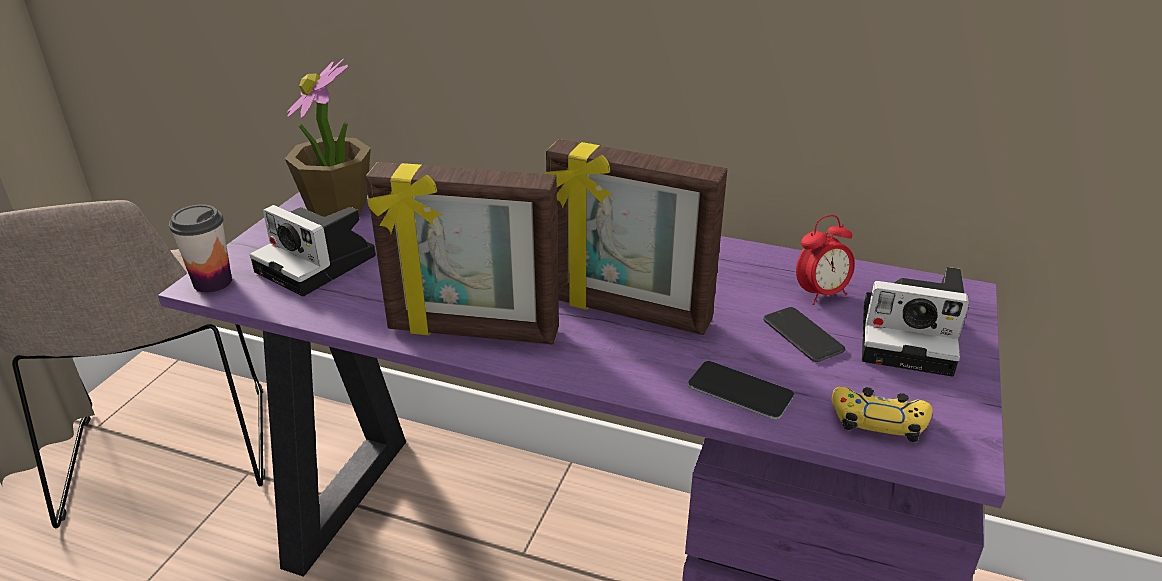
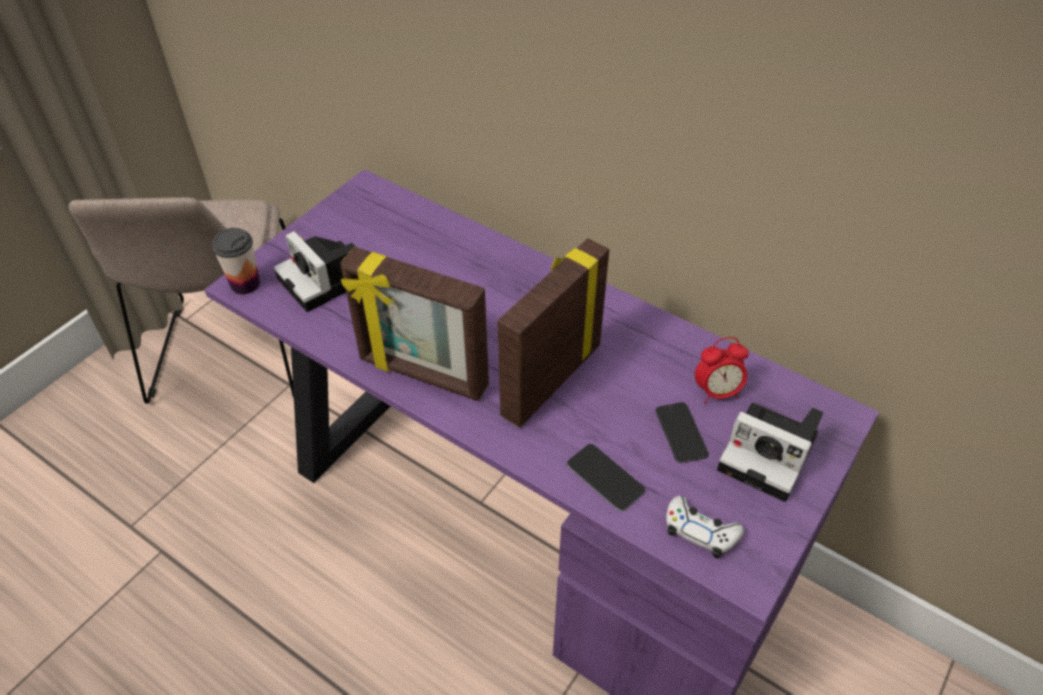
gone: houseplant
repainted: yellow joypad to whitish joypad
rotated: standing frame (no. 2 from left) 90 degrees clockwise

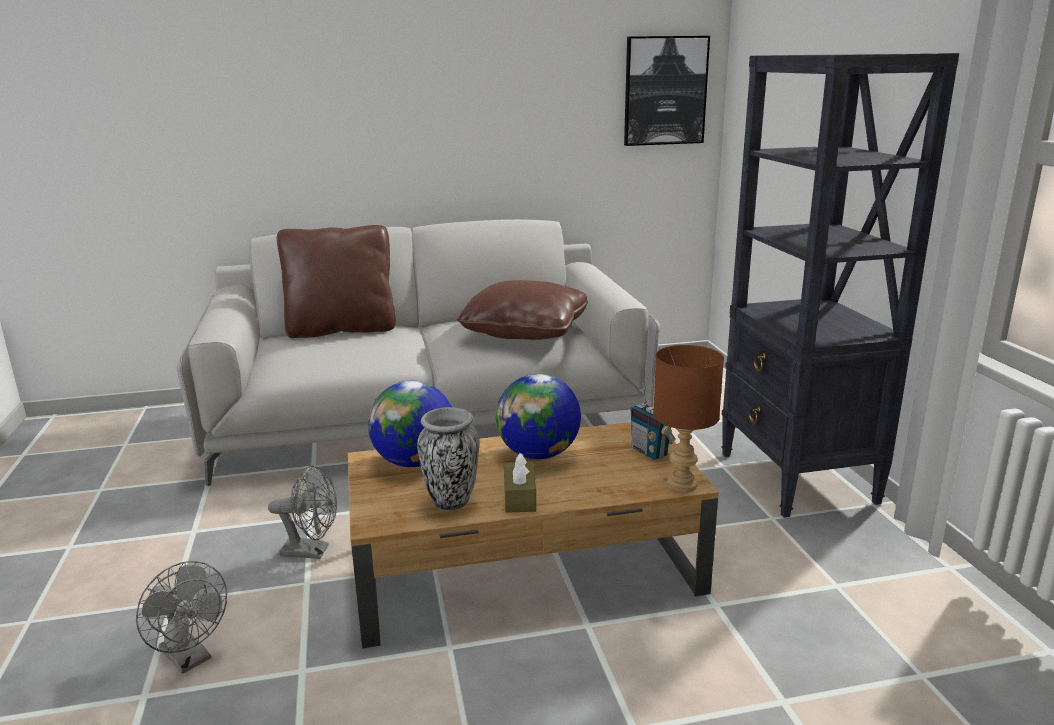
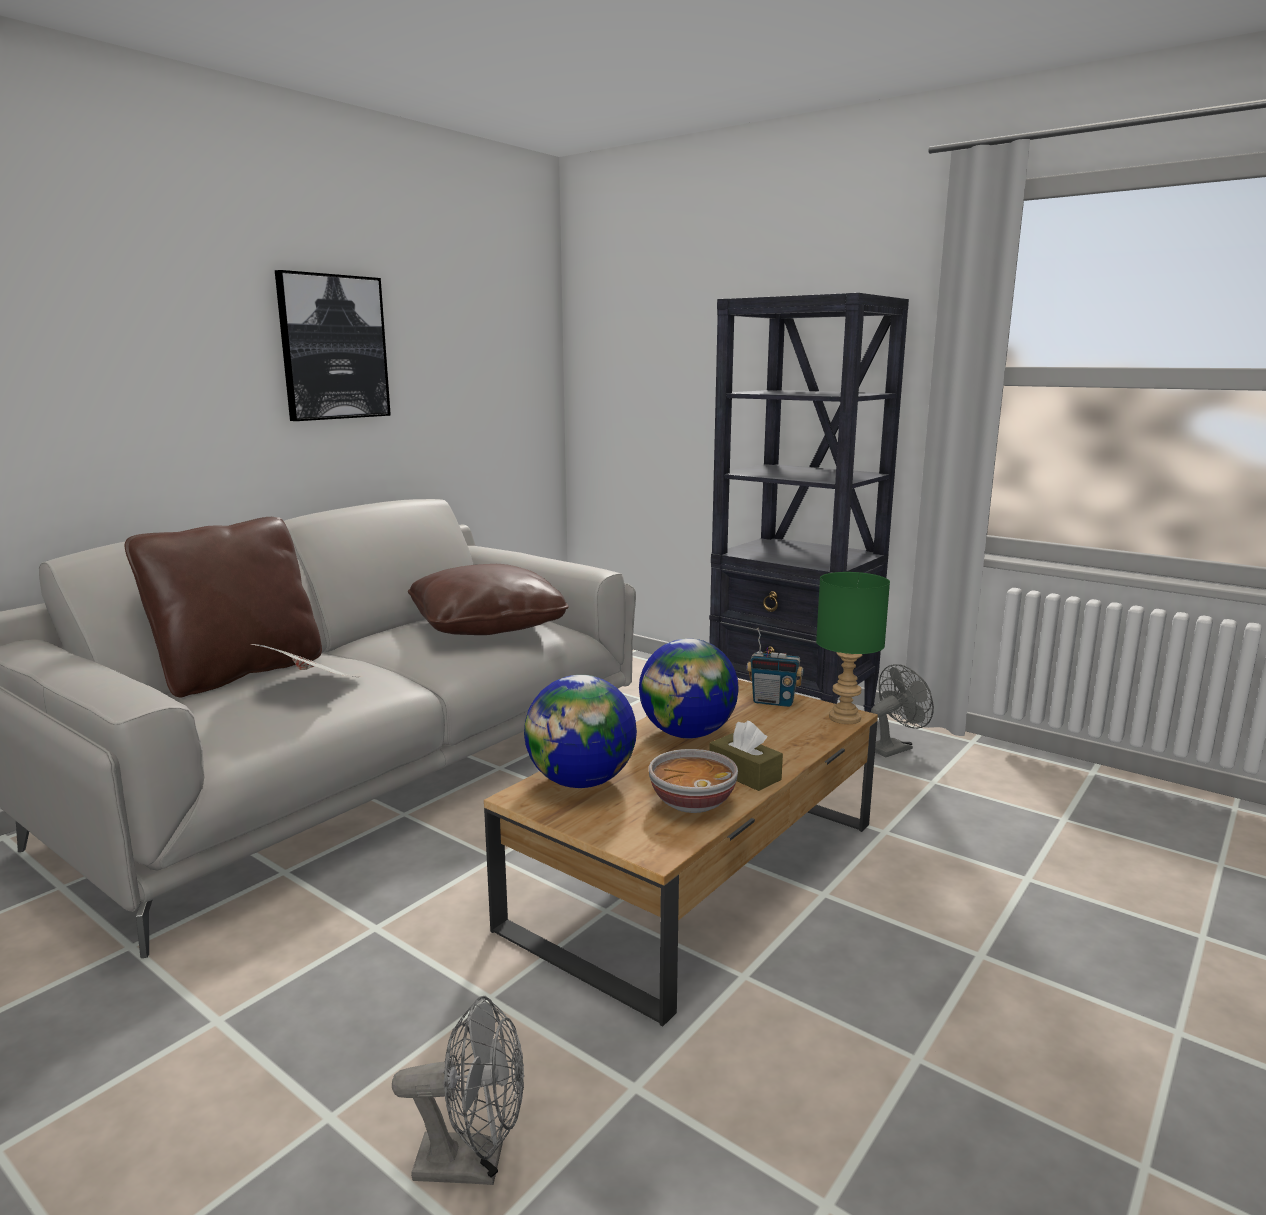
new: daily paper
shifted: wall picture; grey electric fan (no. 2 from left)
swapped: vase to serving bowl
repainted: brown lamp for a table to green lamp for a table

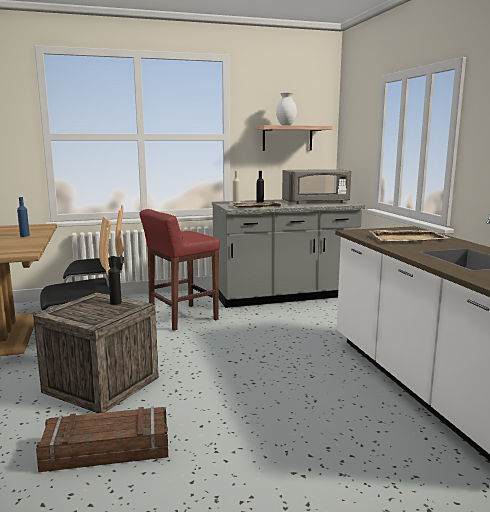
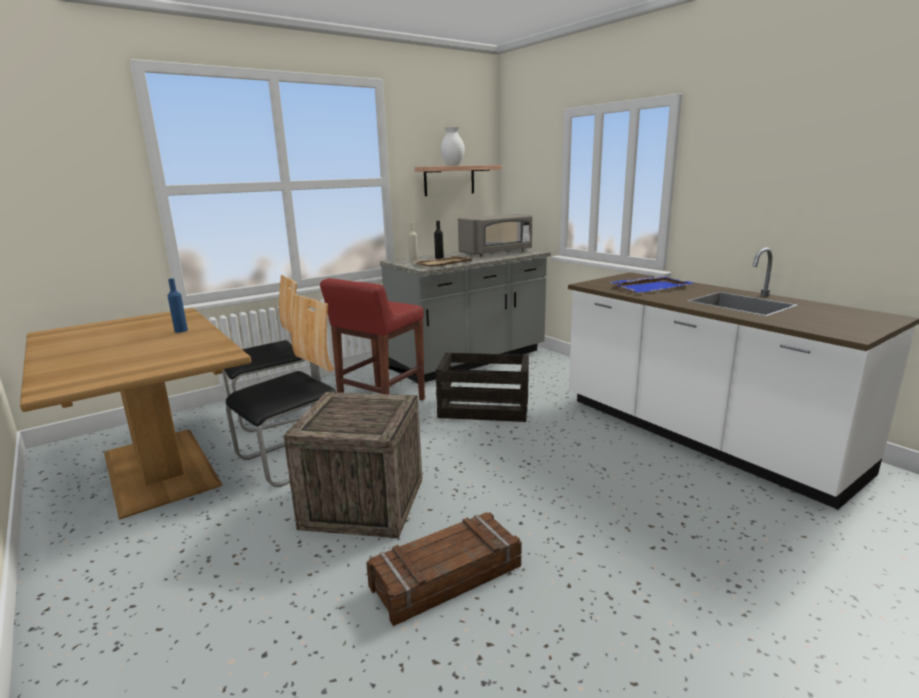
gone: blackish bottle (no. 1 from left)
new: packing crate (no. 3 from left)
repainted: sand-coloured serving tray (no. 2 from left) to blue serving tray

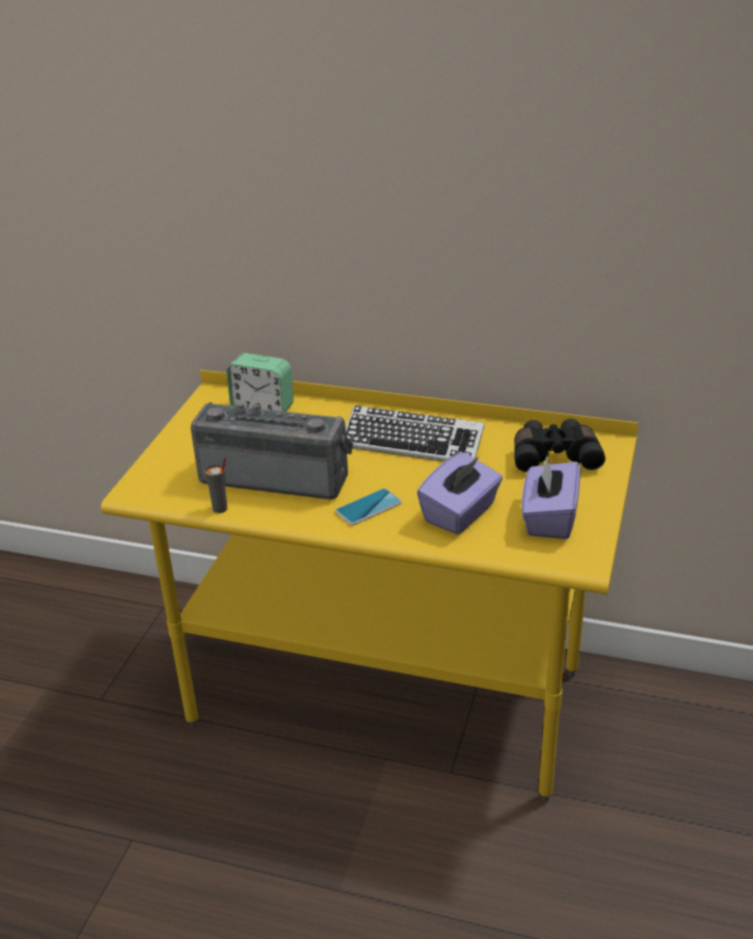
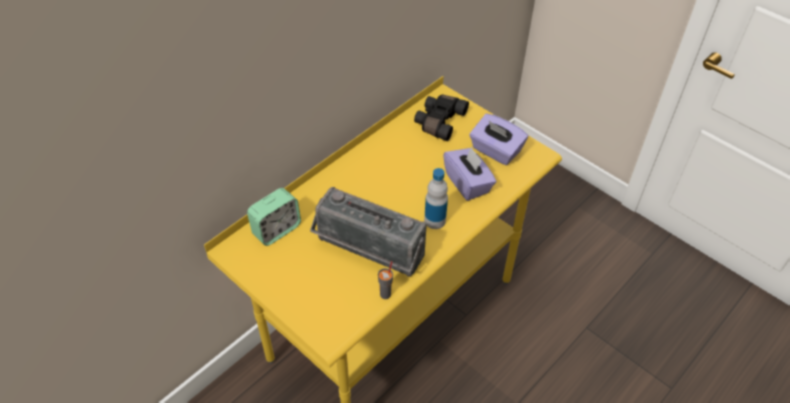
gone: computer keyboard
swapped: handset to bottle
rotated: radio 105 degrees counterclockwise

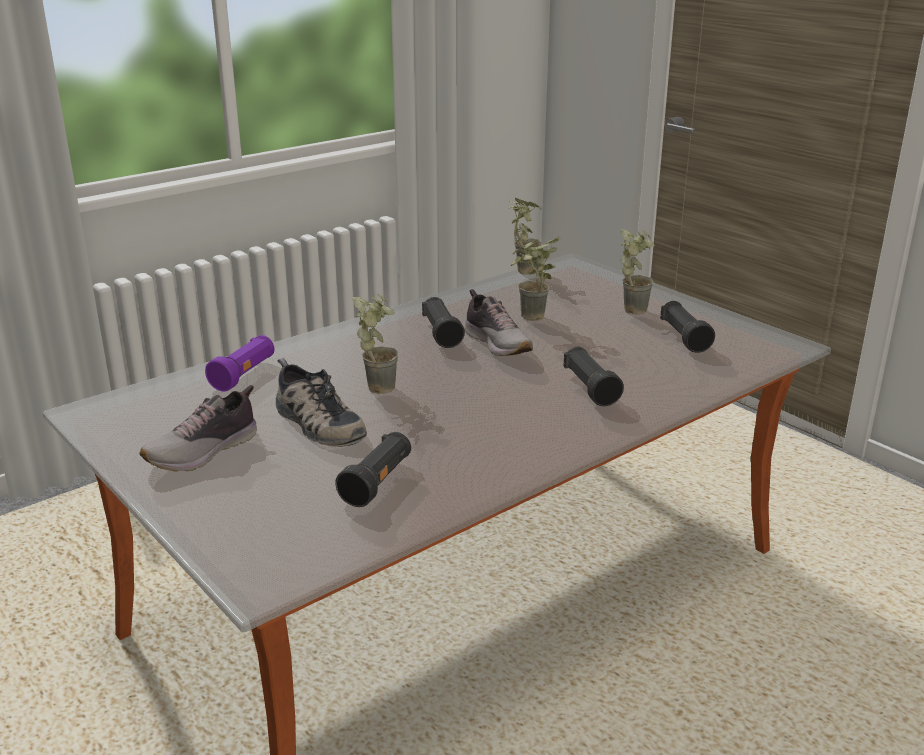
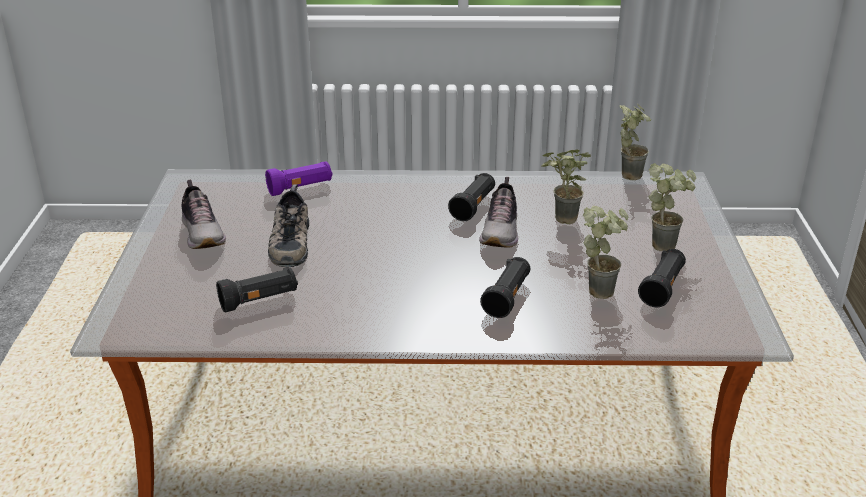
shifted: houseplant (no. 1 from left in the first image) to houseplant (no. 2 from left)
rotated: low shoe (no. 1 from left) 105 degrees counterclockwise

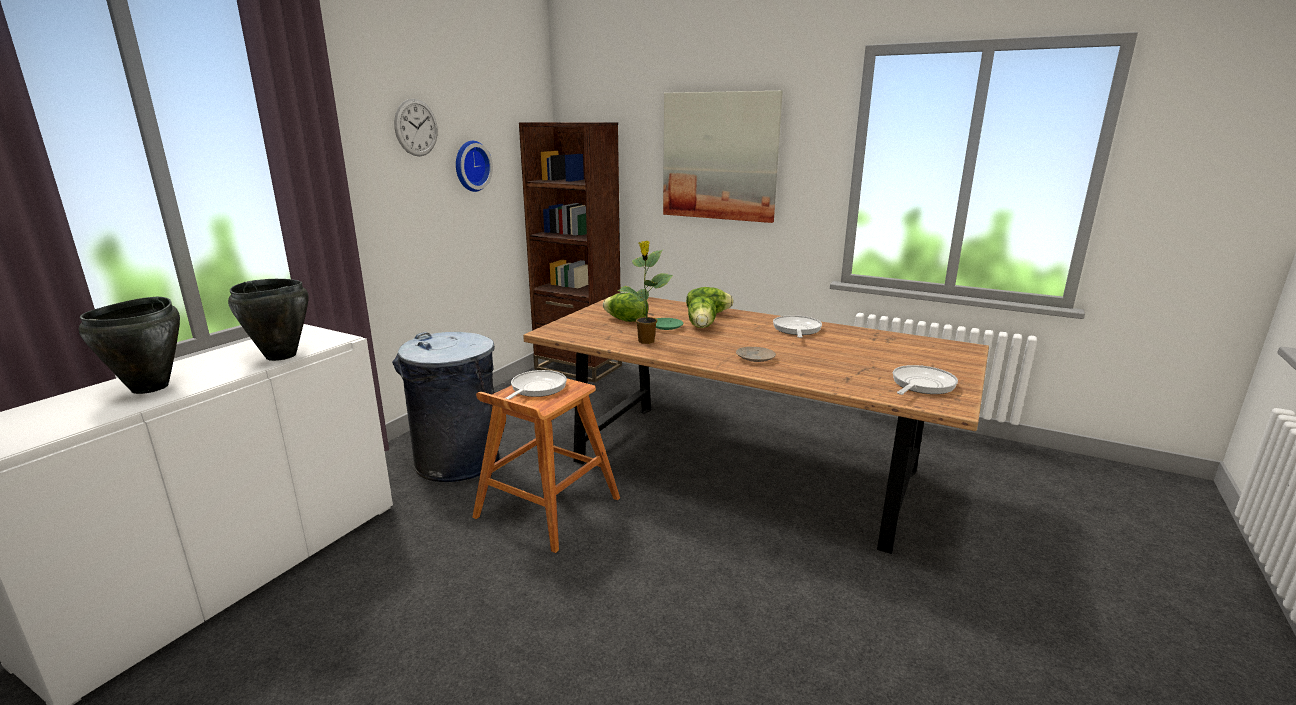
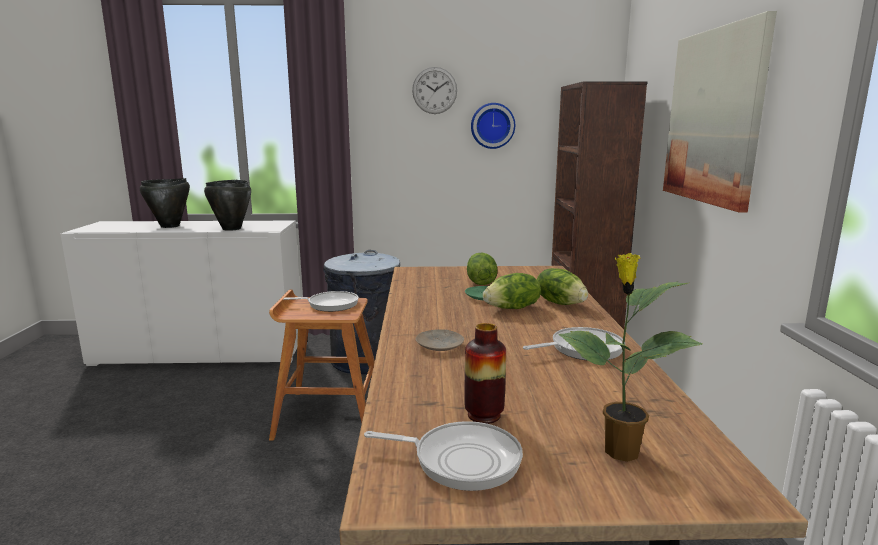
new: vase
shifted: houseplant

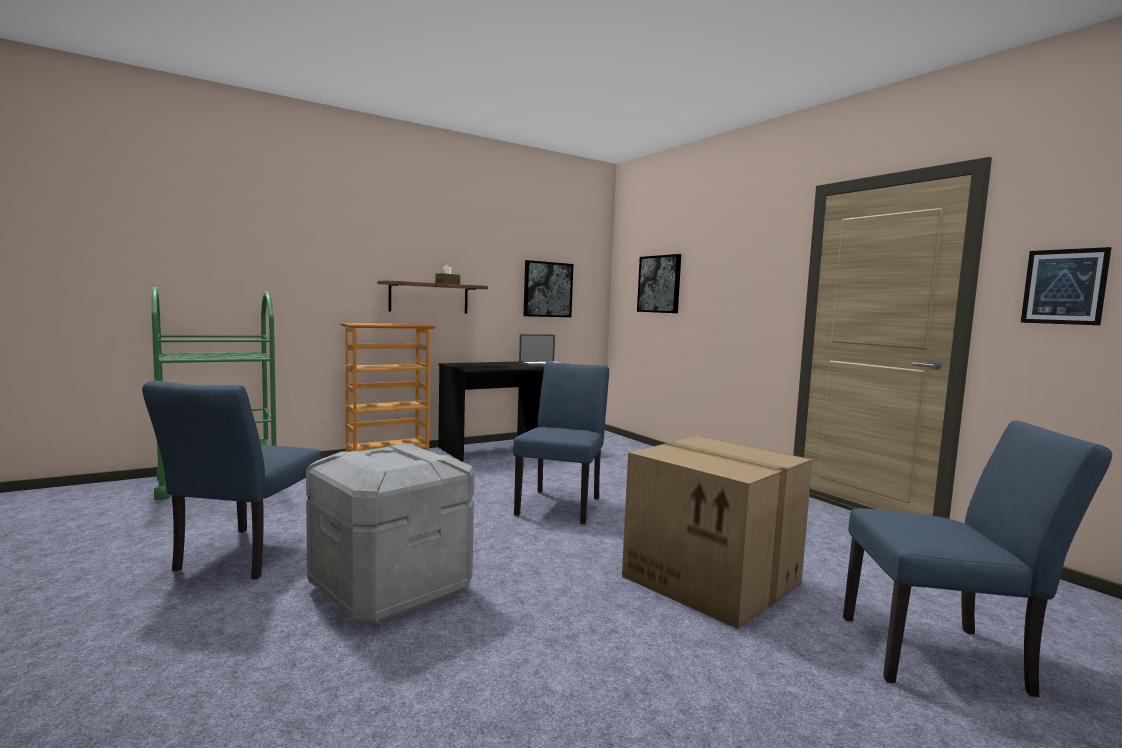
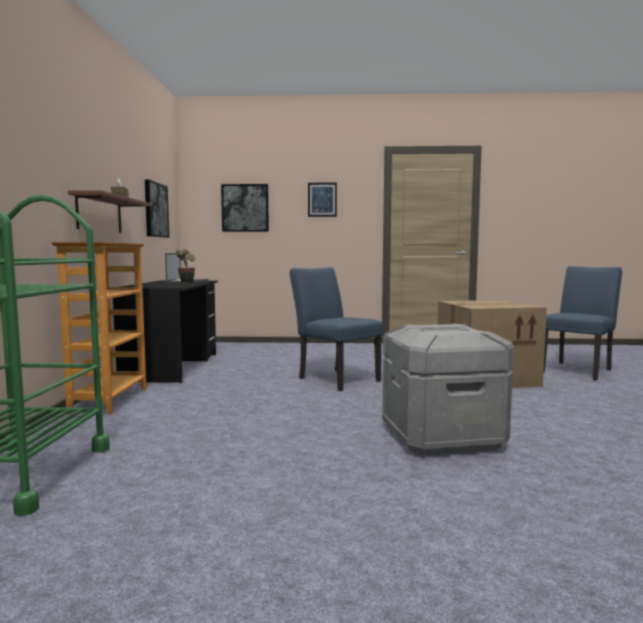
gone: blue upright chair (no. 1 from left)
new: houseplant
shifted: wall picture (no. 3 from left)

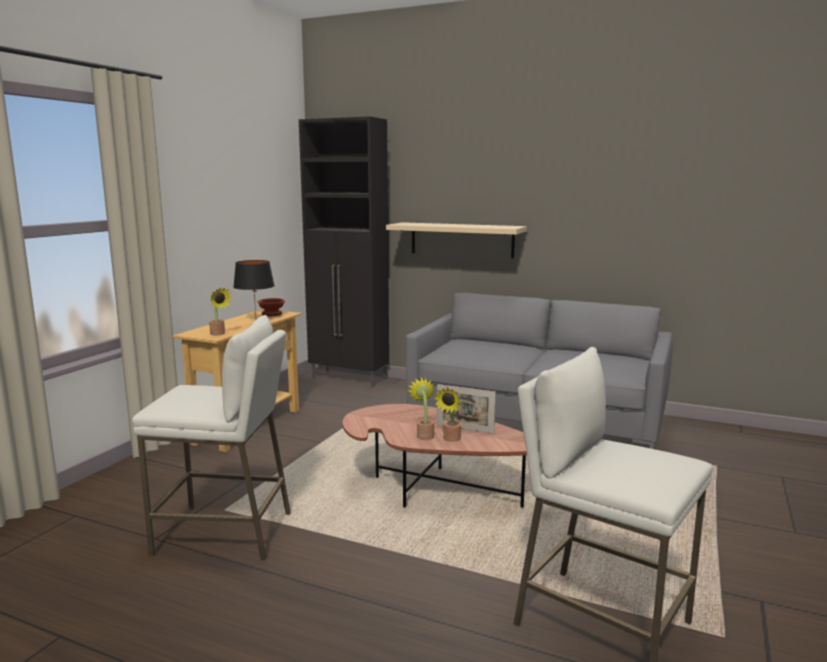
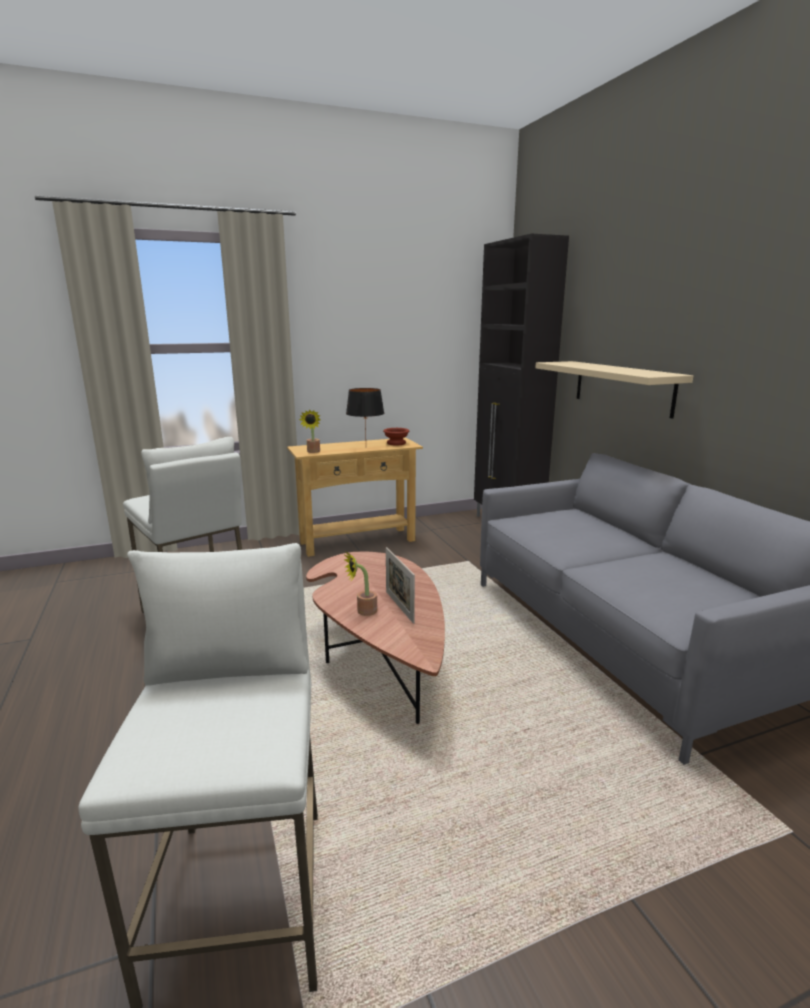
gone: houseplant (no. 2 from left)

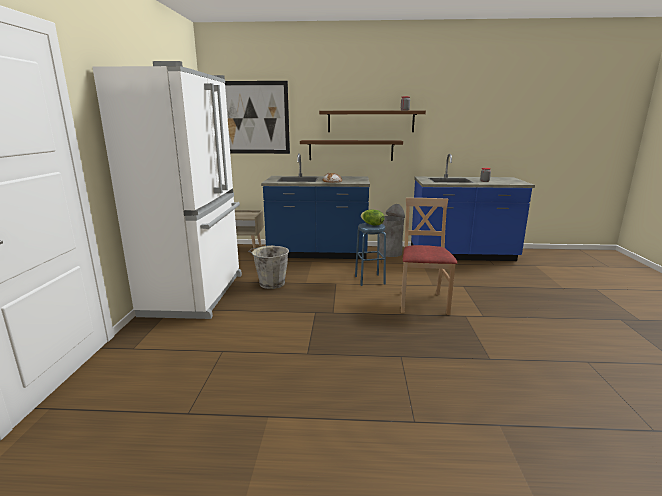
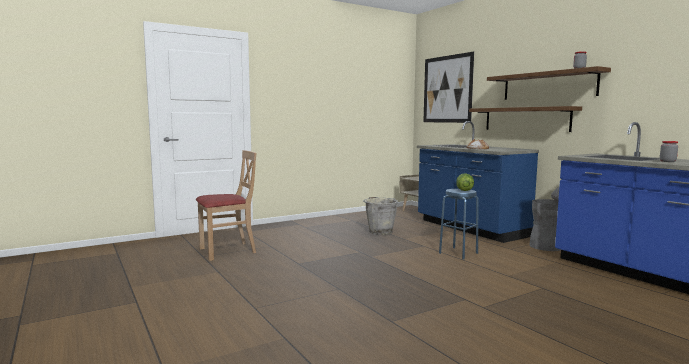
gone: whitish fridge
shifted: sand-coloured upright chair

